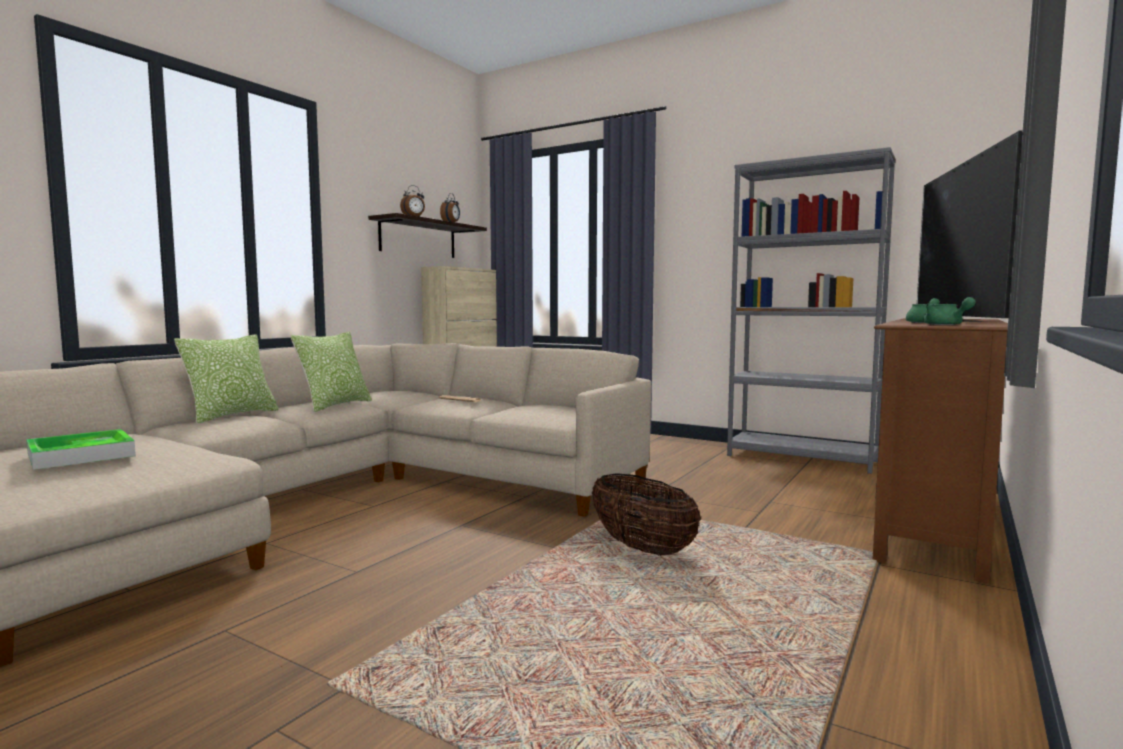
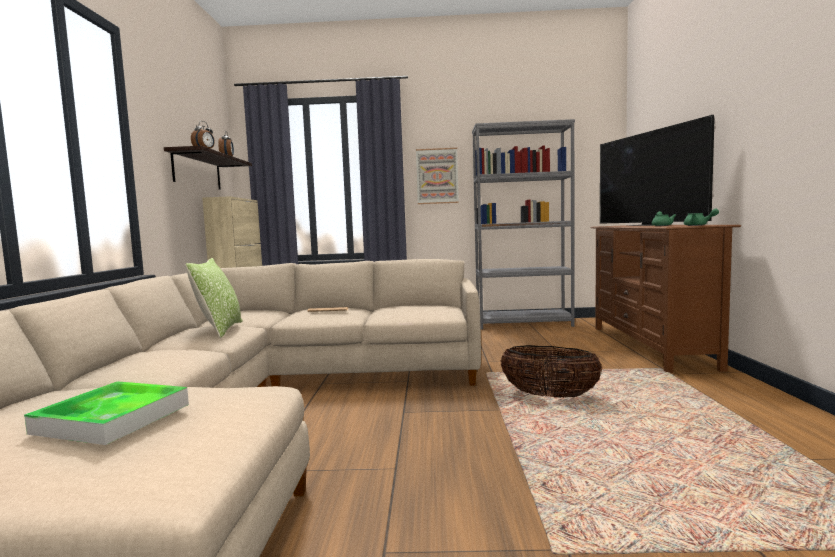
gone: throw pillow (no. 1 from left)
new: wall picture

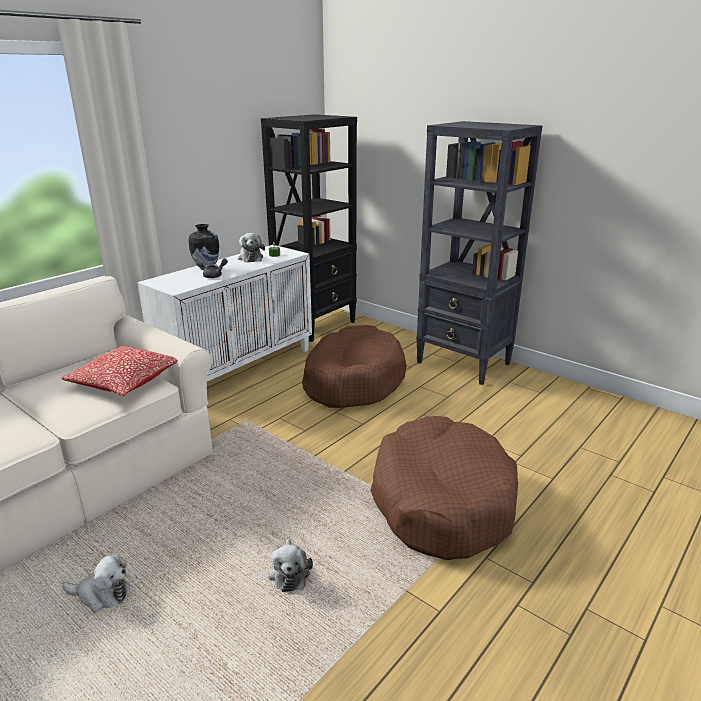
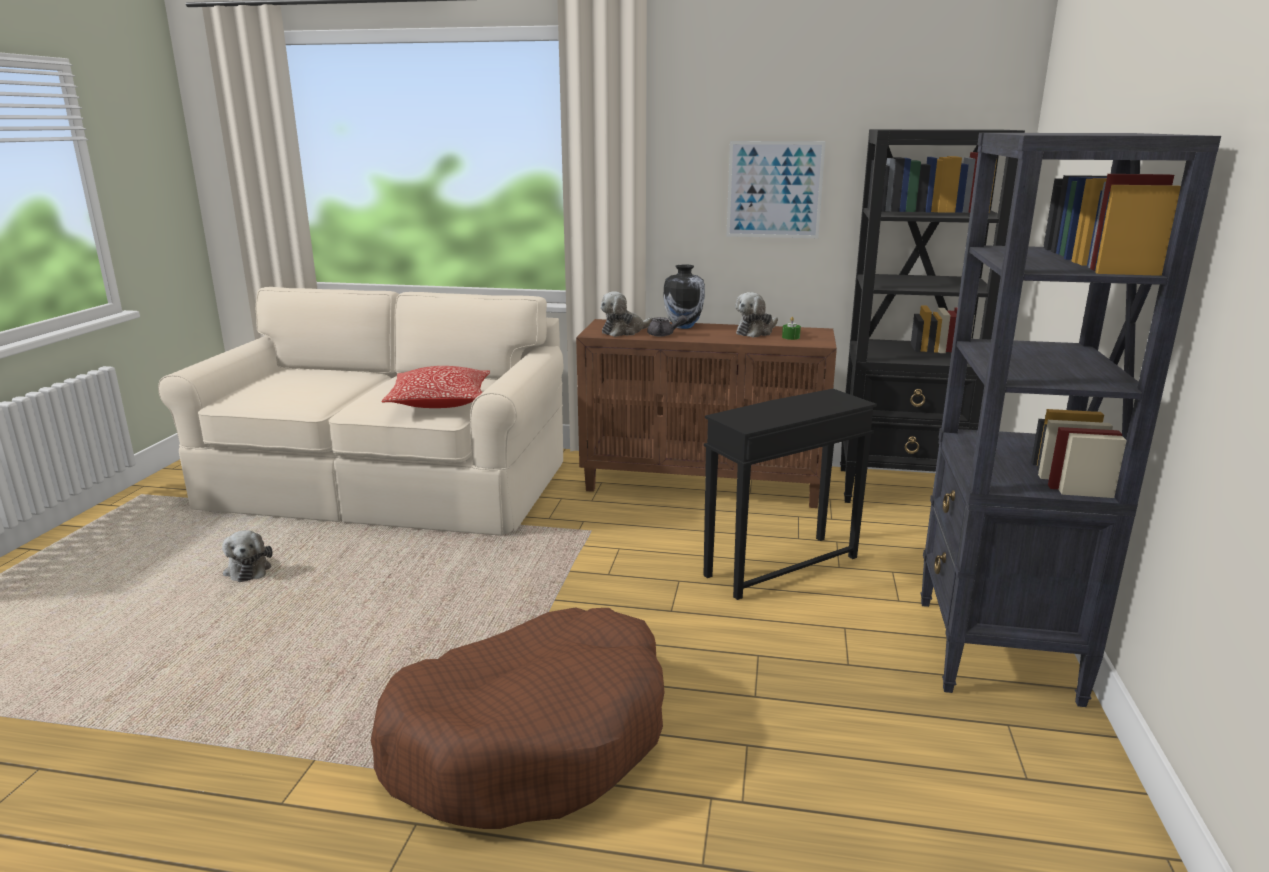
new: wall picture
shifted: cuddly toy (no. 3 from left in the first image) to cuddly toy (no. 2 from left)
swapped: brown pet bed (no. 1 from left) to blackish side table
repainted: whitish cupboard to brown cupboard

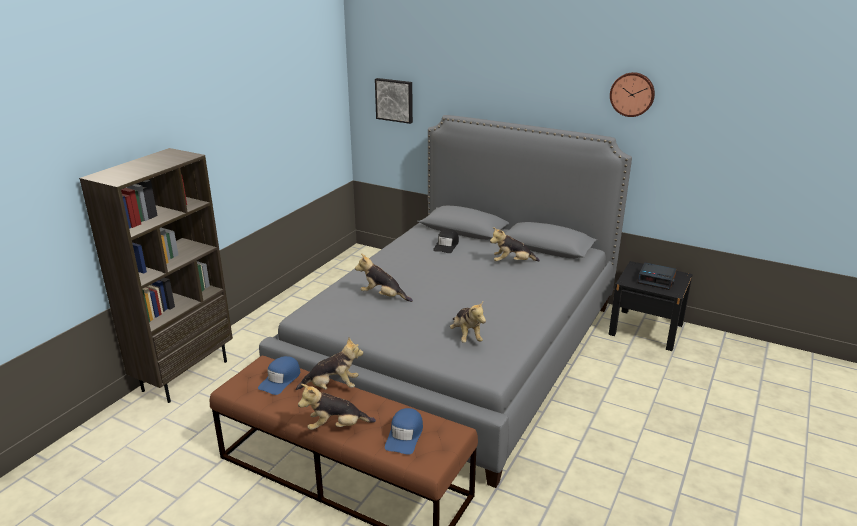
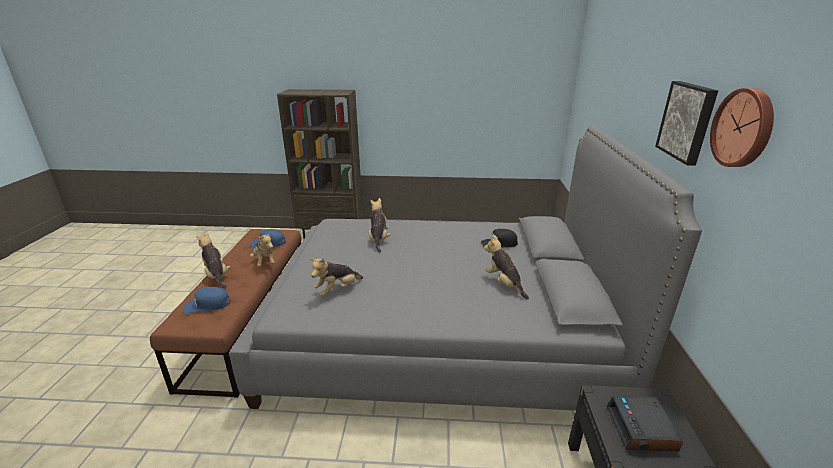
shifted: wall picture

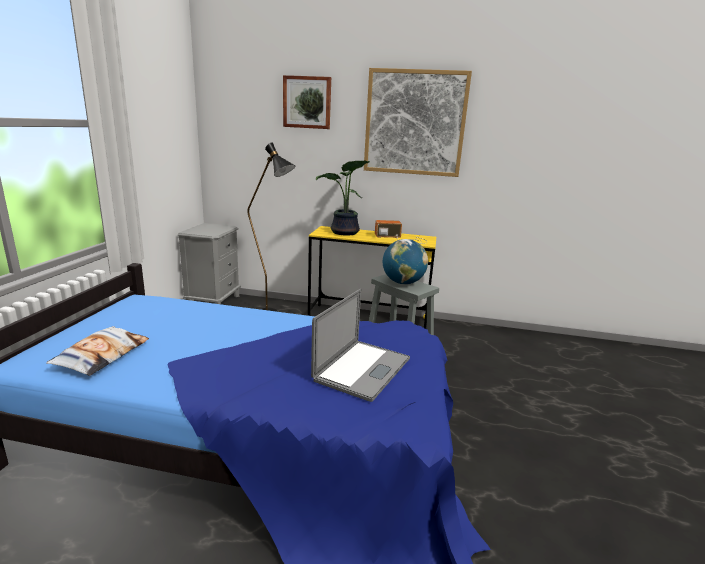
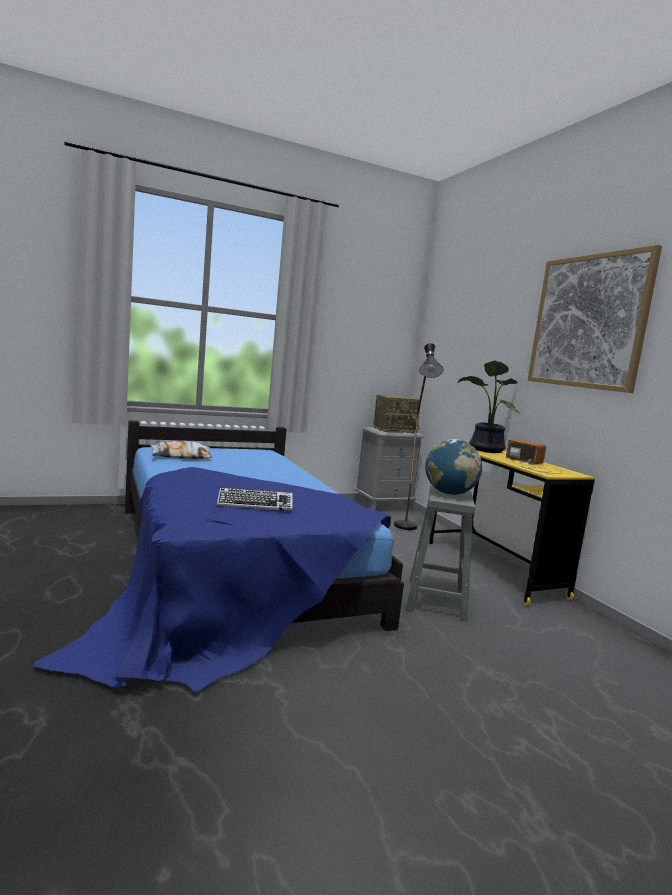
gone: wall picture (no. 1 from left)
new: radio (no. 1 from left)
swapped: portable computer to computer keyboard

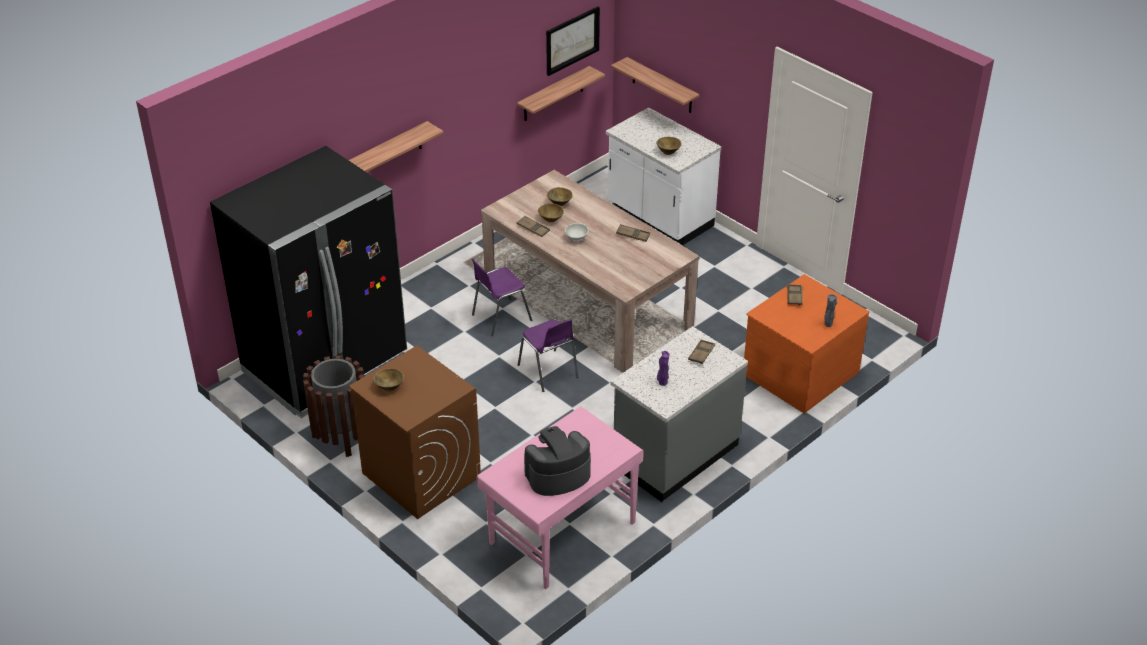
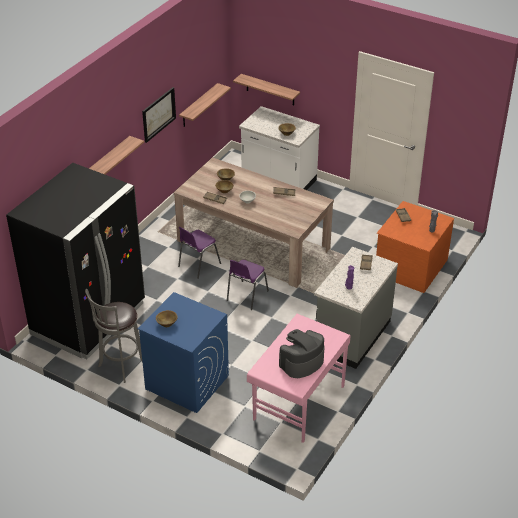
shifted: wall picture
swapped: brown trash can to grey stool seat
repainted: brown laundry appliance to blue laundry appliance
rotated: purple-coloured upright chair (no. 2 from left) 75 degrees clockwise

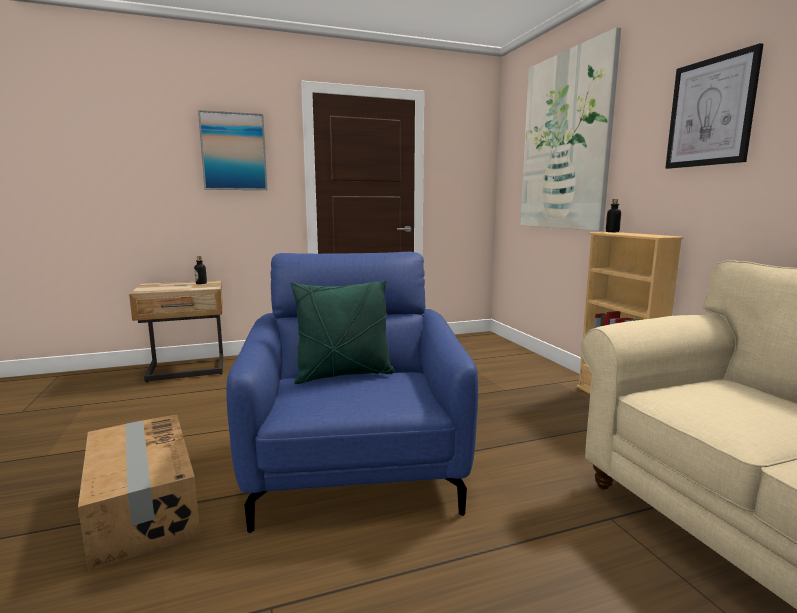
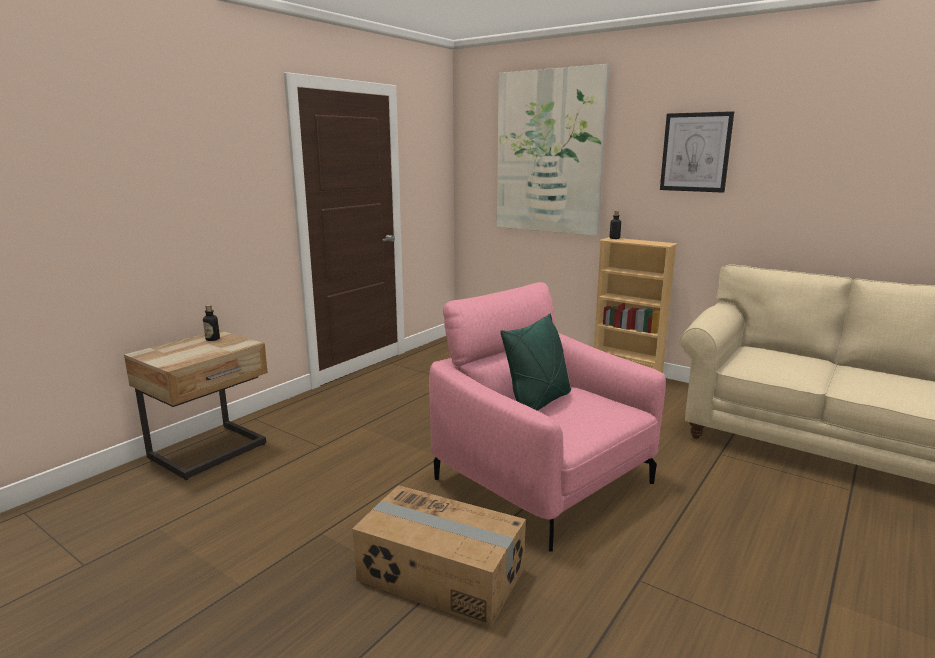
gone: wall picture (no. 1 from left)
repainted: blue armchair to pinkish armchair

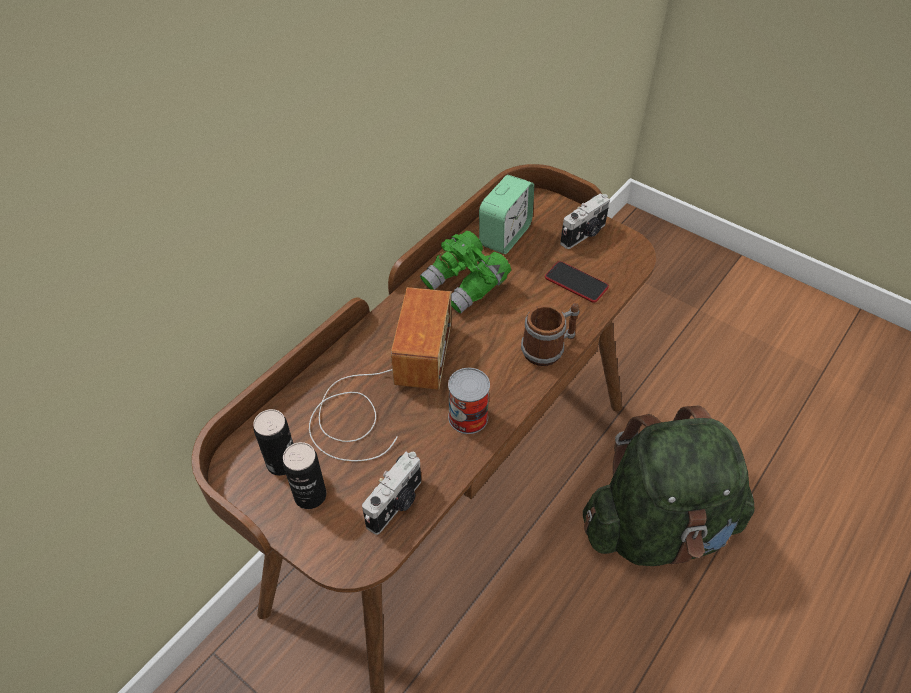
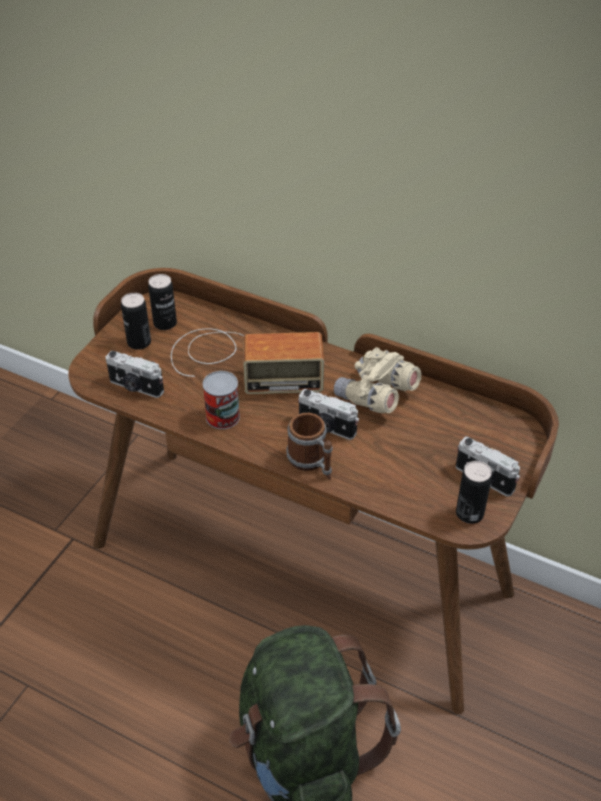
gone: alarm clock; handset
new: still camera (no. 2 from left); can (no. 4 from left)
repainted: green binoculars to sand-coloured binoculars

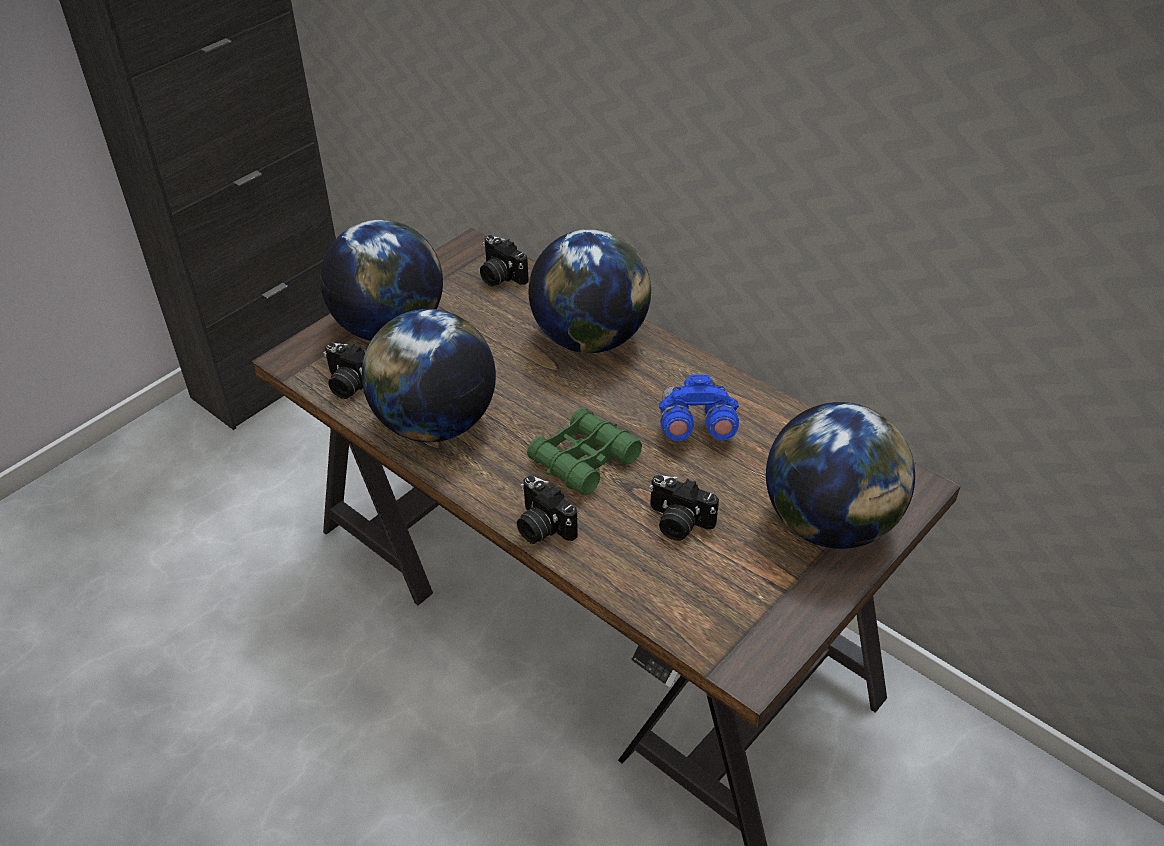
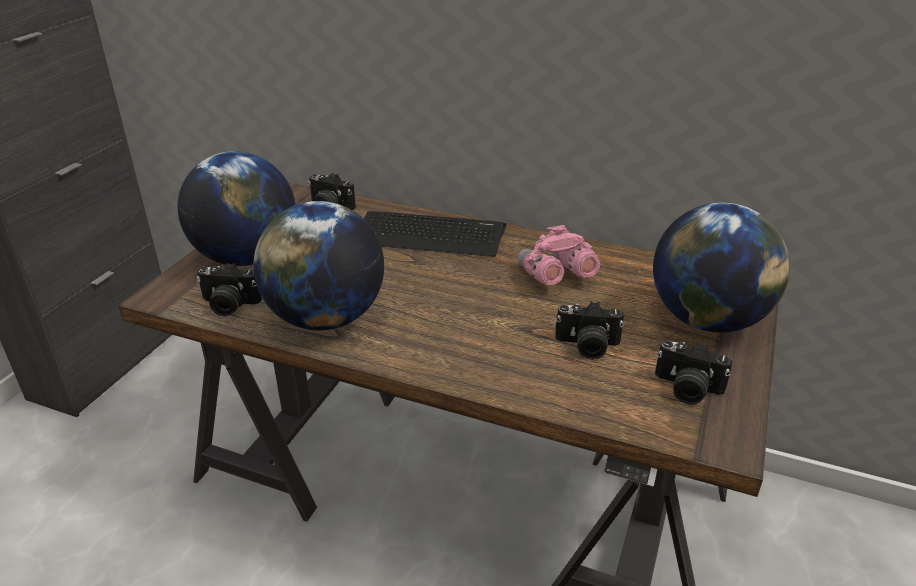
gone: green binoculars
shifted: still camera (no. 3 from left in the first image) to still camera (no. 4 from left)
swapped: world globe (no. 3 from left) to computer keyboard
repainted: blue binoculars to pinkish binoculars

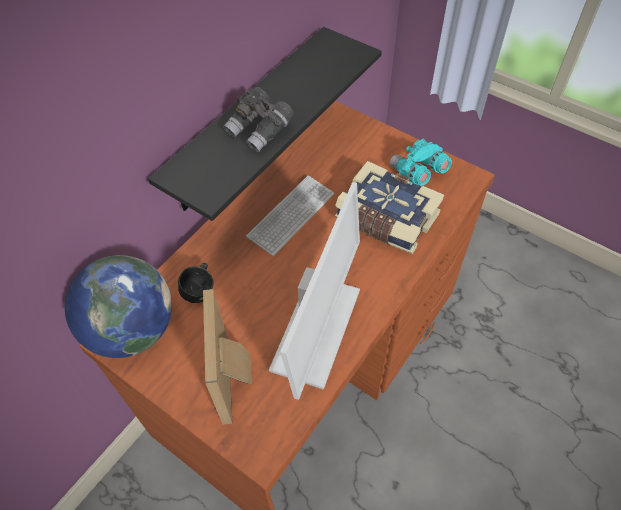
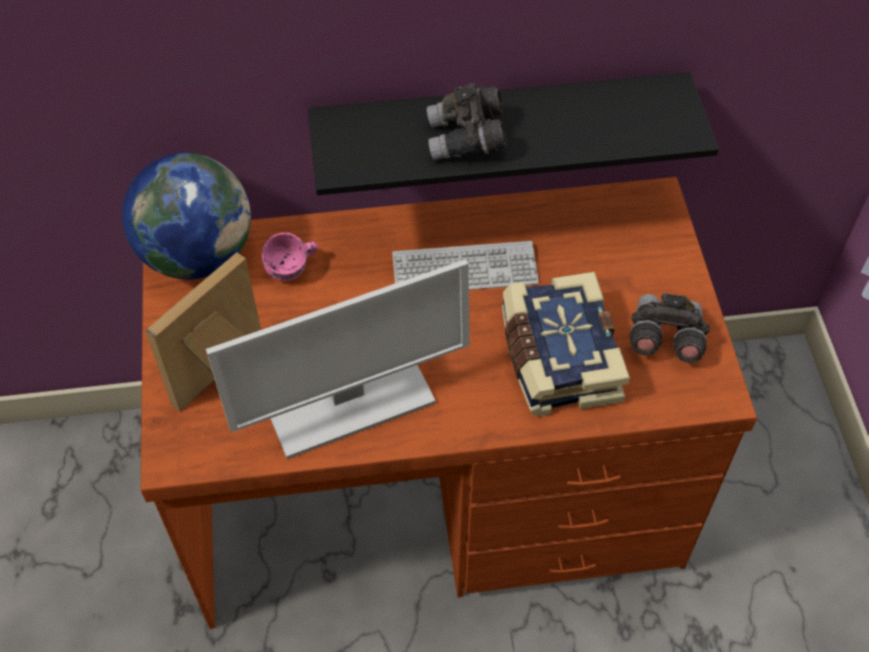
repainted: turquoise binoculars to grey binoculars (no. 2 from left); blackish coffee mug to pinkish coffee mug

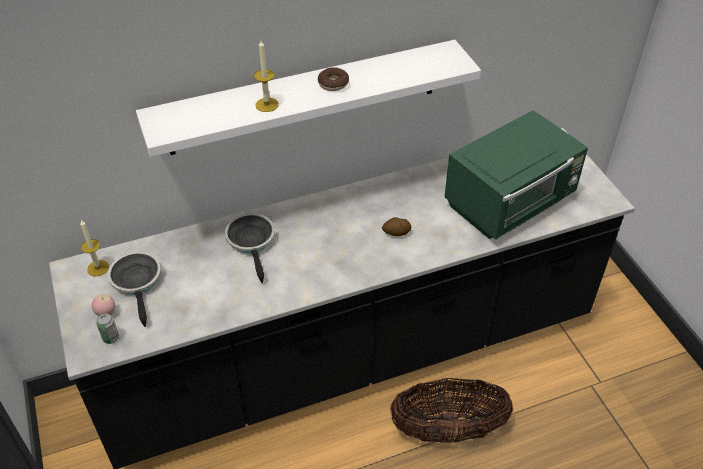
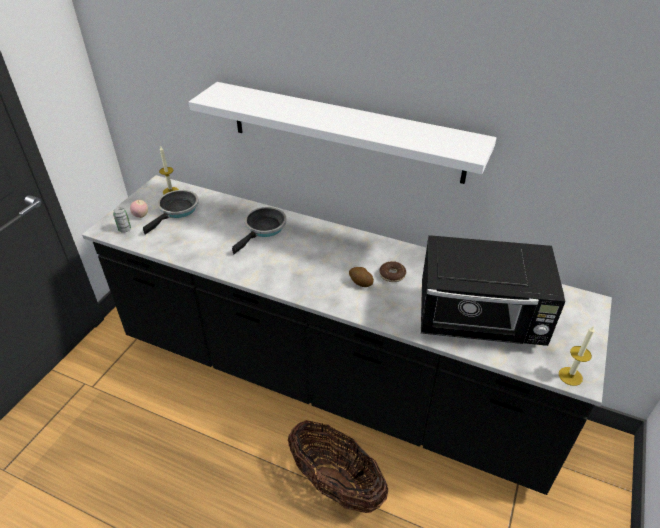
shifted: candle (no. 2 from left); donut
repainted: green kitchen microwave to blackish kitchen microwave

